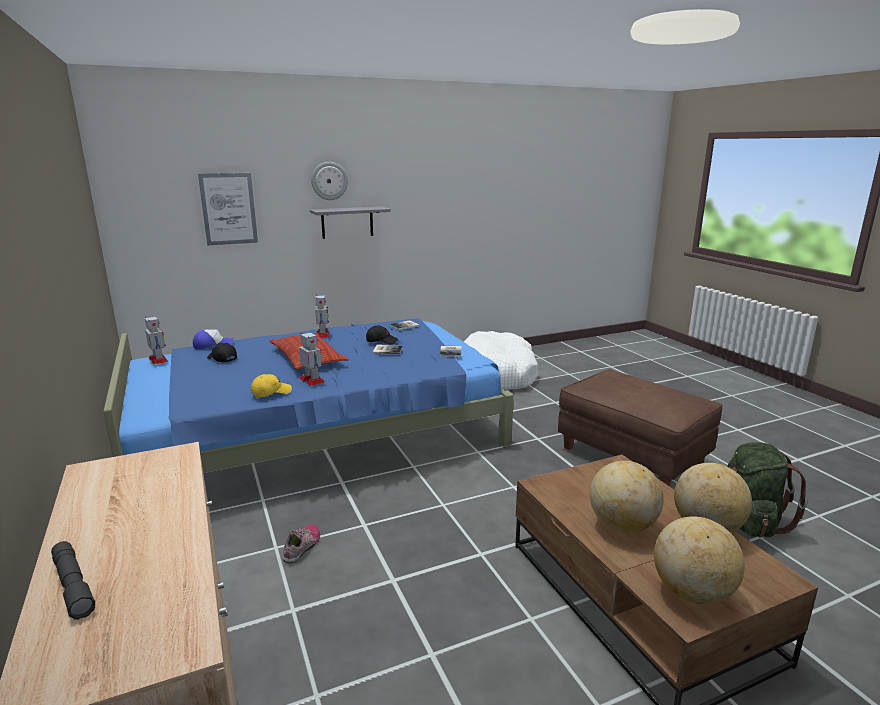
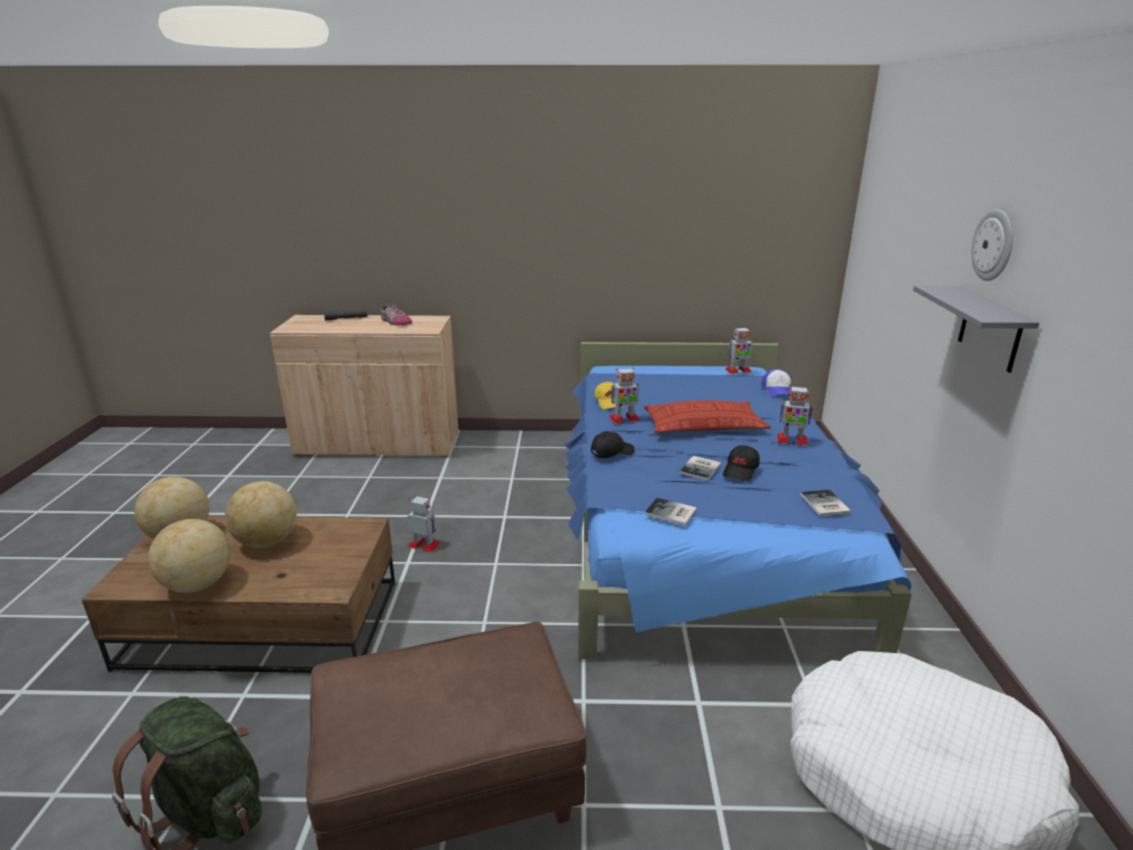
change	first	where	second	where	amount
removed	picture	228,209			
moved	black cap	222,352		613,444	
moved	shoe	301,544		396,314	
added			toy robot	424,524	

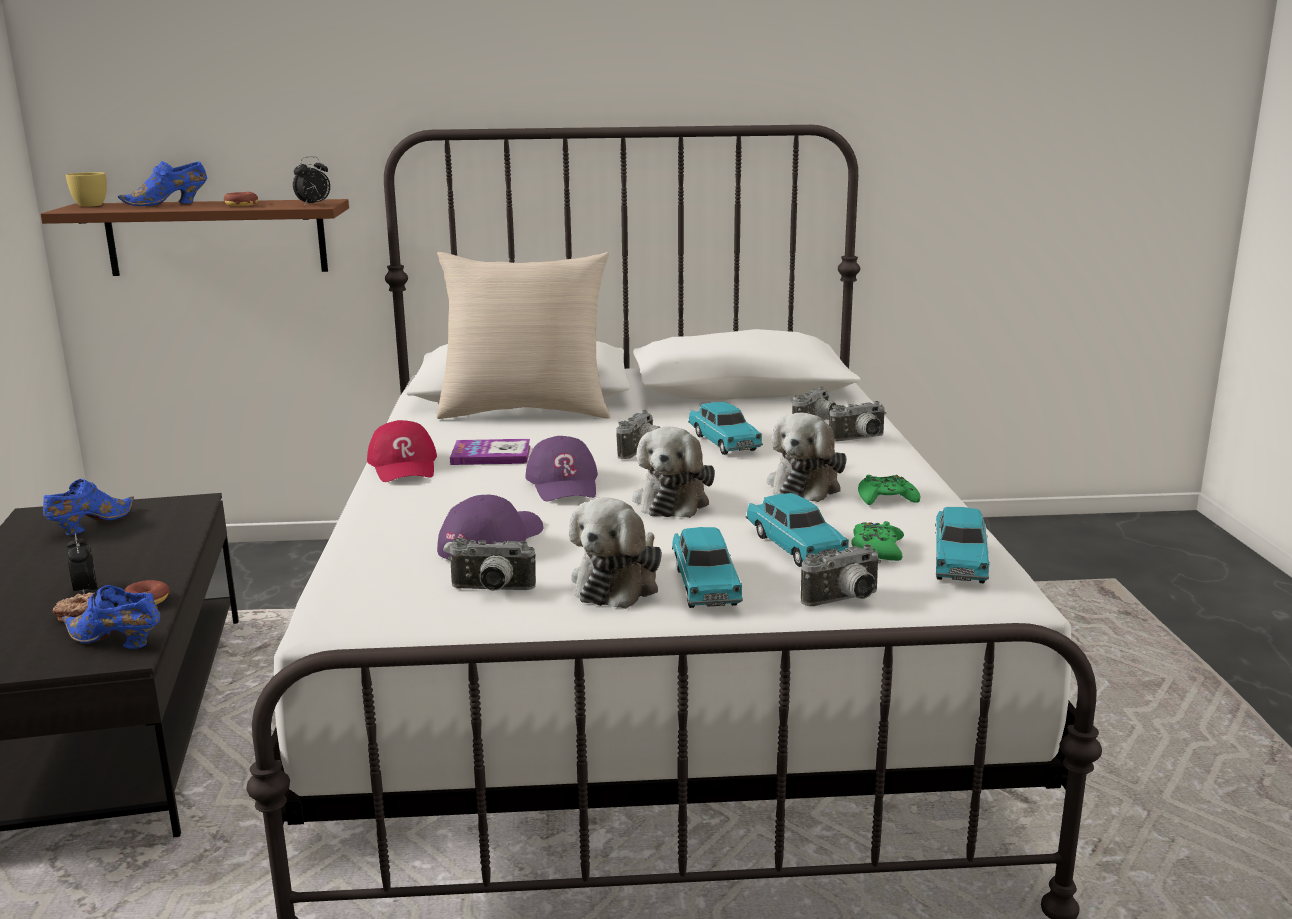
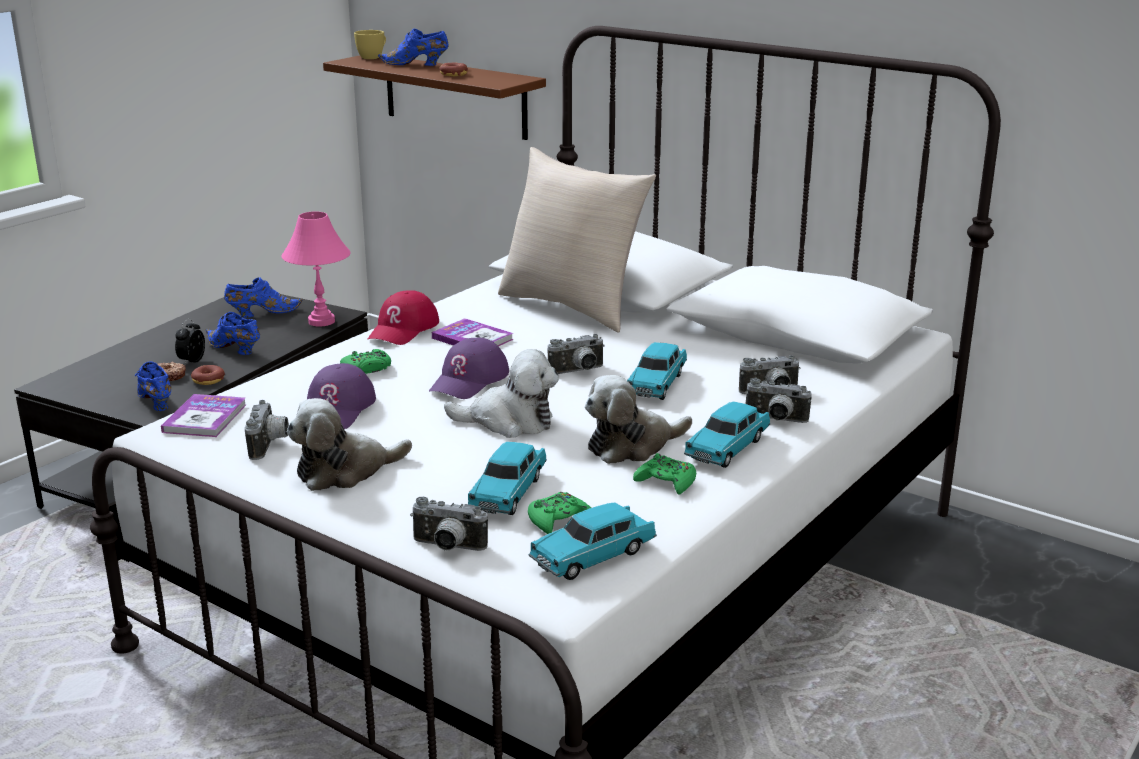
change	first	where	second	where	amount
removed	alarm clock	311,181			
turned	purple cap	490,527		341,396	120 degrees clockwise
turned	photo camera	492,564		267,430	135 degrees counterclockwise
turned	plush toy	673,472		501,393	135 degrees counterclockwise
moved	turquoise toy car	707,567		727,434	
added			book	203,415	
added			blue shoe	233,333	
added			pink table lamp	315,269	
added			green game controller	365,361	

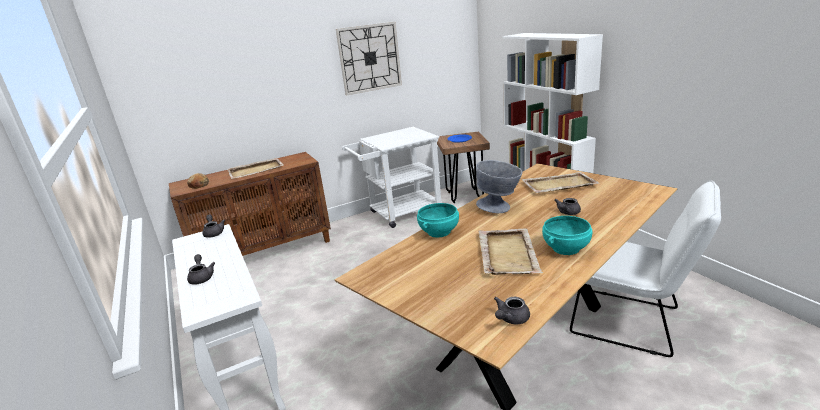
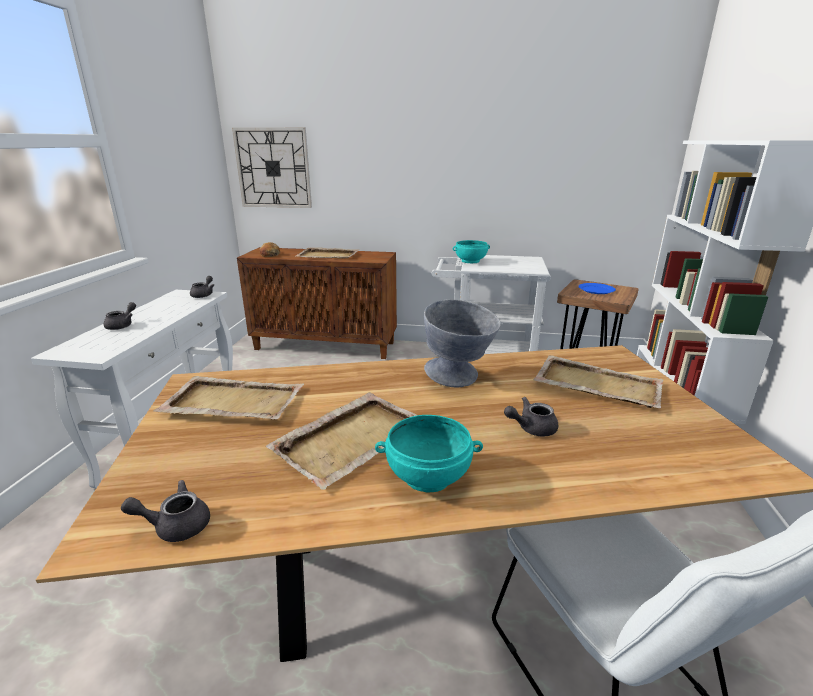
change	first	where	second	where	amount
moved	wall clock	369,59		272,168	
moved	turquoise bowl	438,220		471,251	
added			beige tray	228,397	

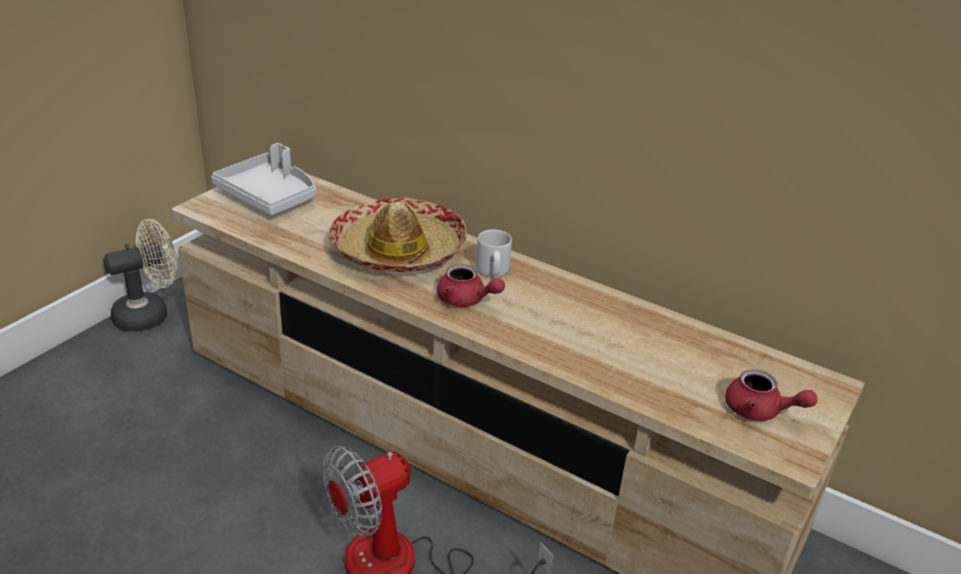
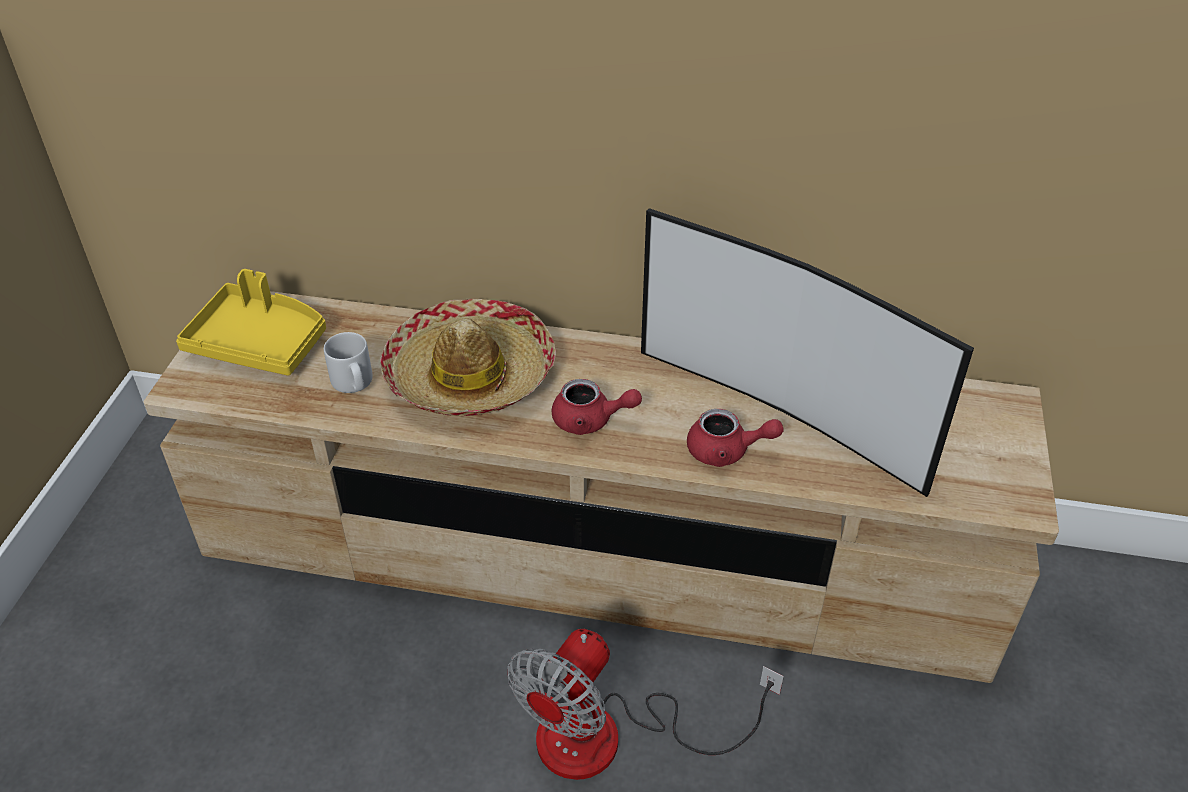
change	first	where	second	where	amount
removed	beige fan	140,275			
recoloured	grey tray	263,179	yellow tray	251,322	
moved	grey mug	494,254		348,362	
moved	red teapot	771,395		735,438	
added			television	807,352	

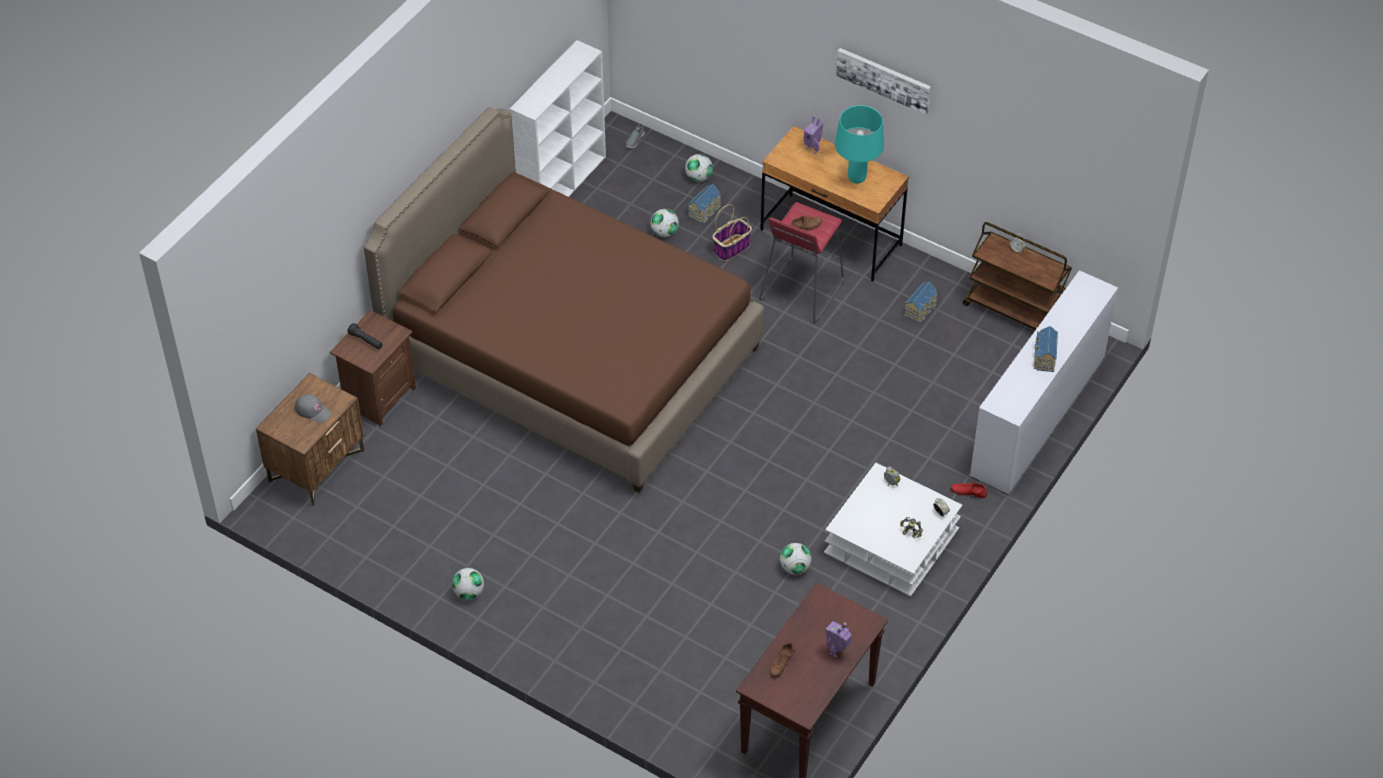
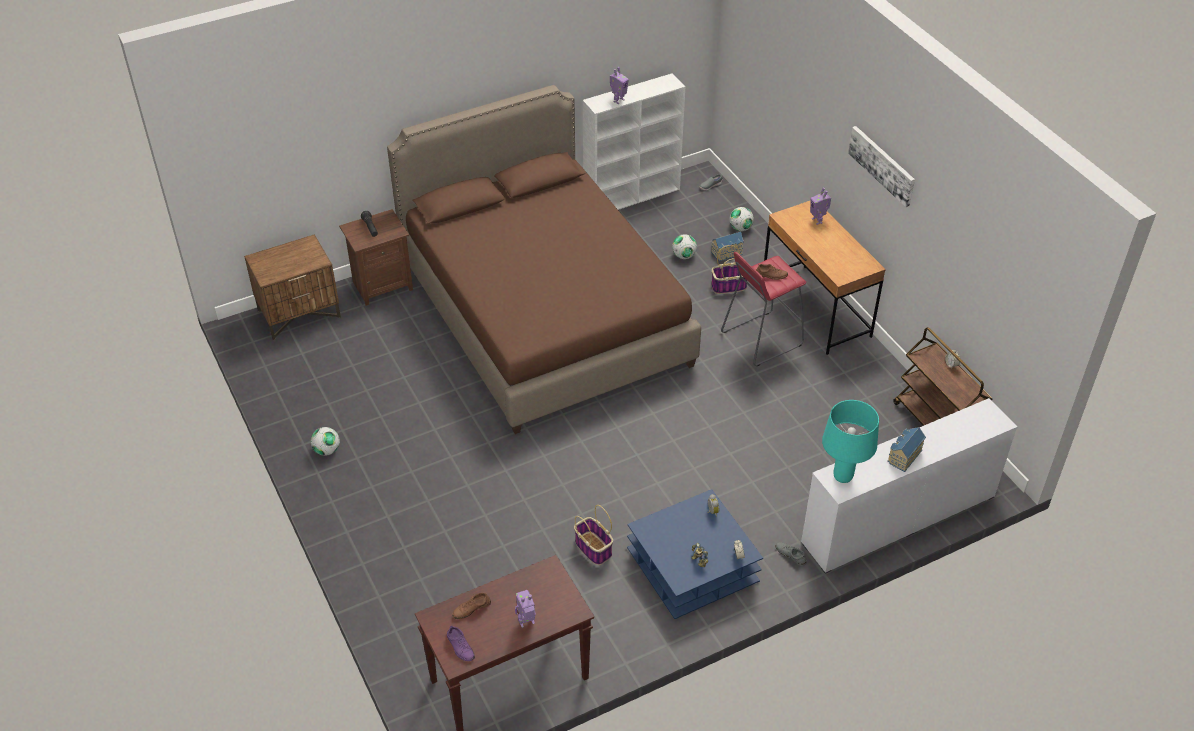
change	first	where	second	where	amount
removed	grey cap	313,408			
replaced	football	795,558	basket	593,535	
recoloured	white coffee table	893,530	blue coffee table	695,554	
moved	turquoise table lamp	859,144		850,441	
removed	toy house	921,302			
recoloured	red shoe	969,490	grey shoe	791,554	
added			purple shoe	461,643	
added			toy robot	619,85	

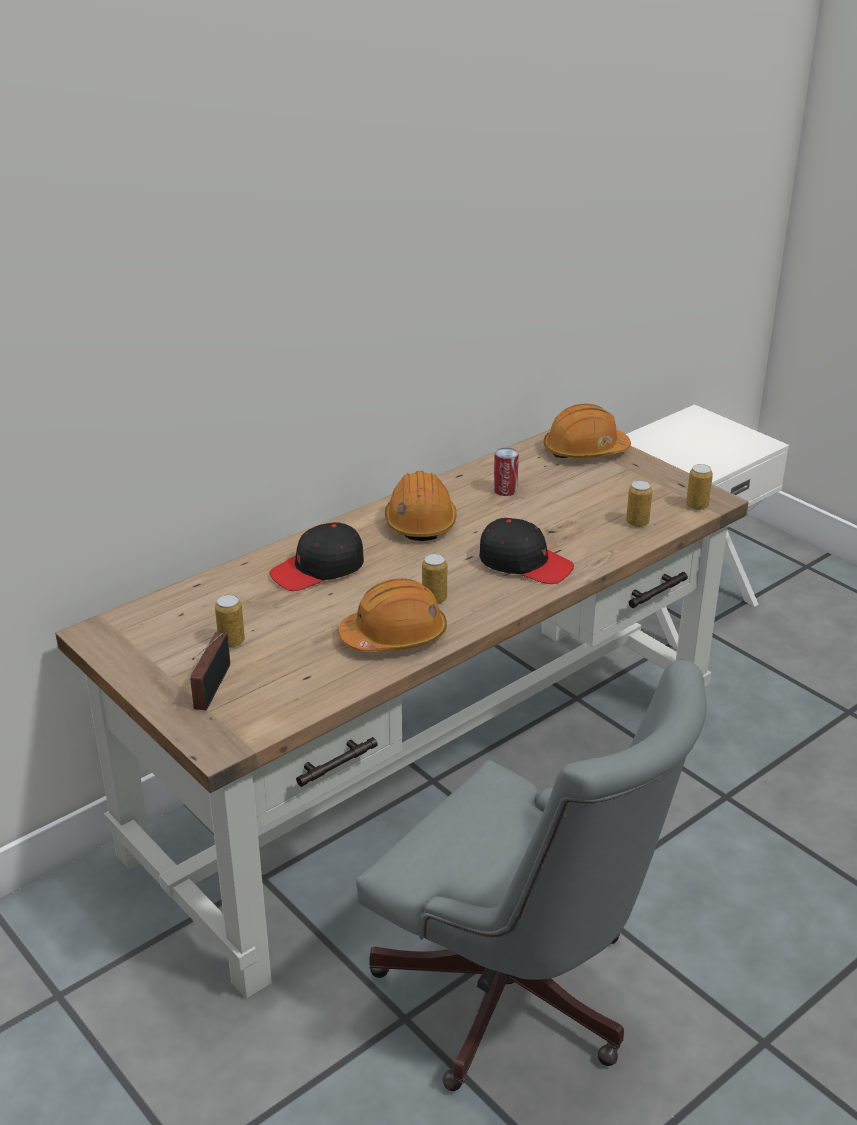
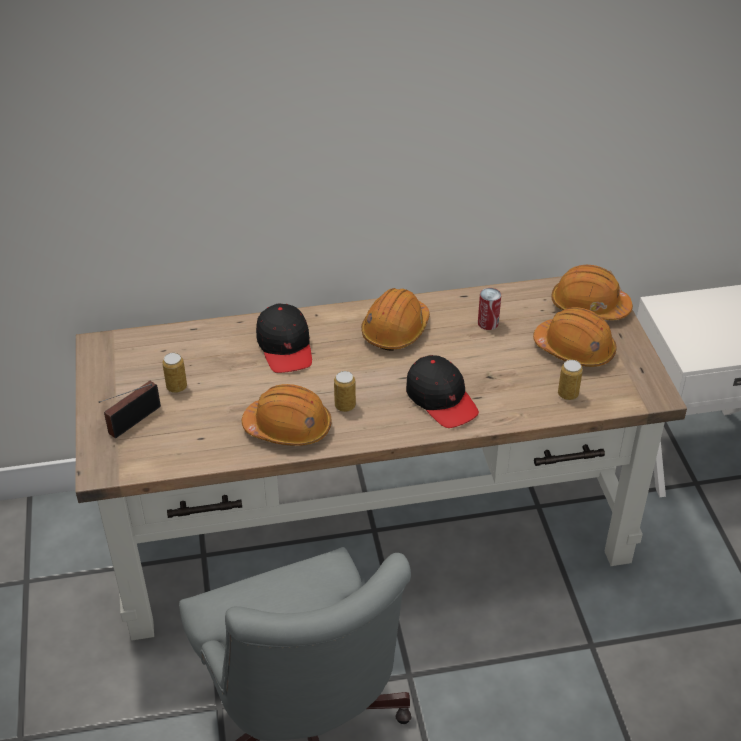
change	first	where	second	where	amount
turned	black cap	316,556		284,338	105 degrees counterclockwise
removed	can	699,487			
added			orange hard hat	575,337	

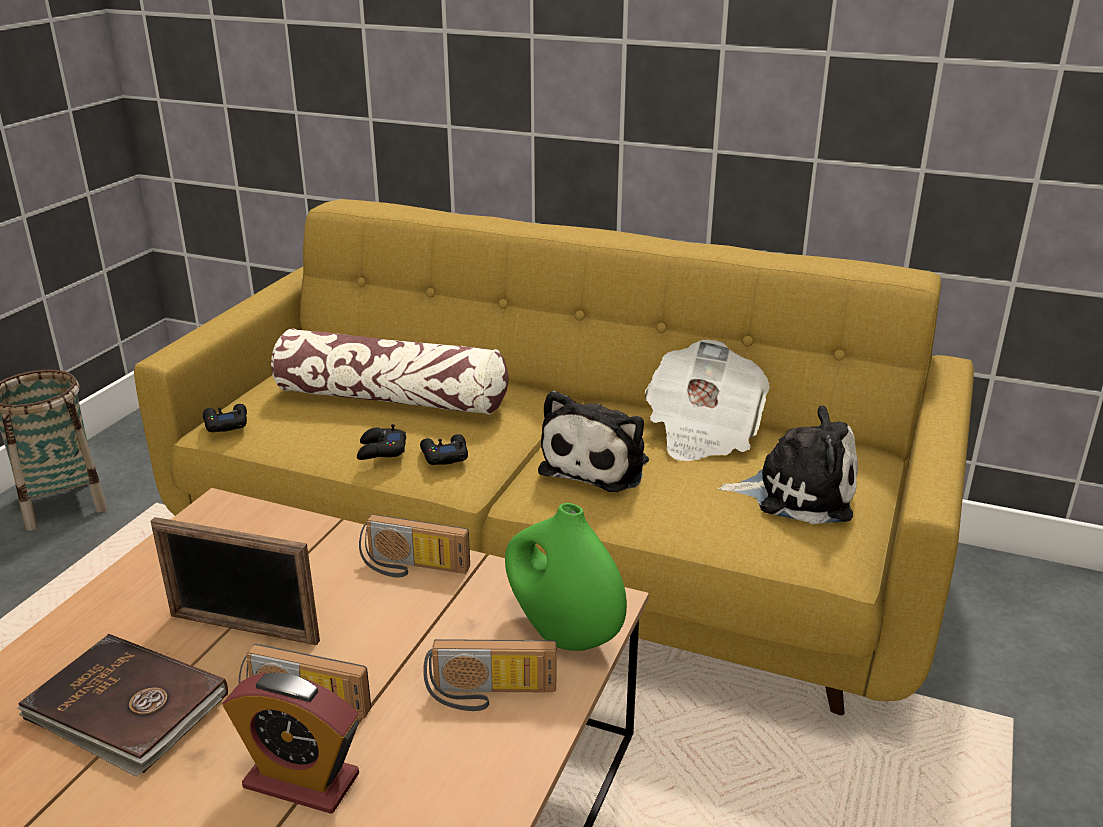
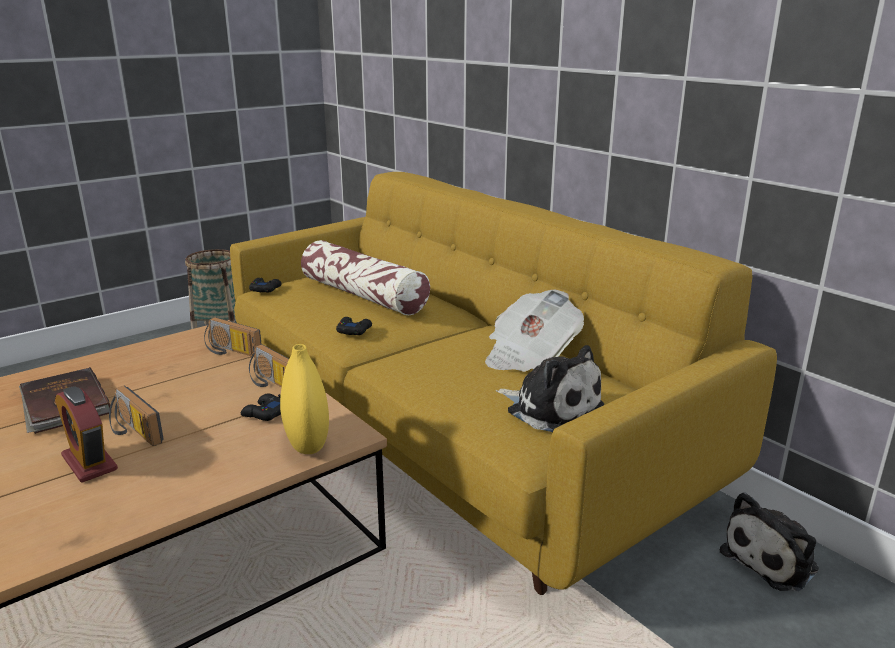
change	first	where	second	where	amount
removed	picture frame	235,581			
moved	black game controller	381,442		261,407	
moved	radio	490,675		232,337	
recoloured	green vase	566,577	yellow vase	304,399	
moved	plush toy	593,441		769,541	

